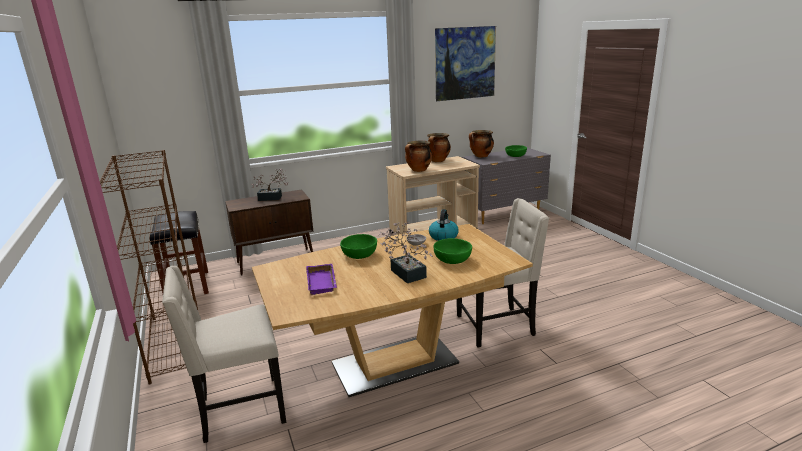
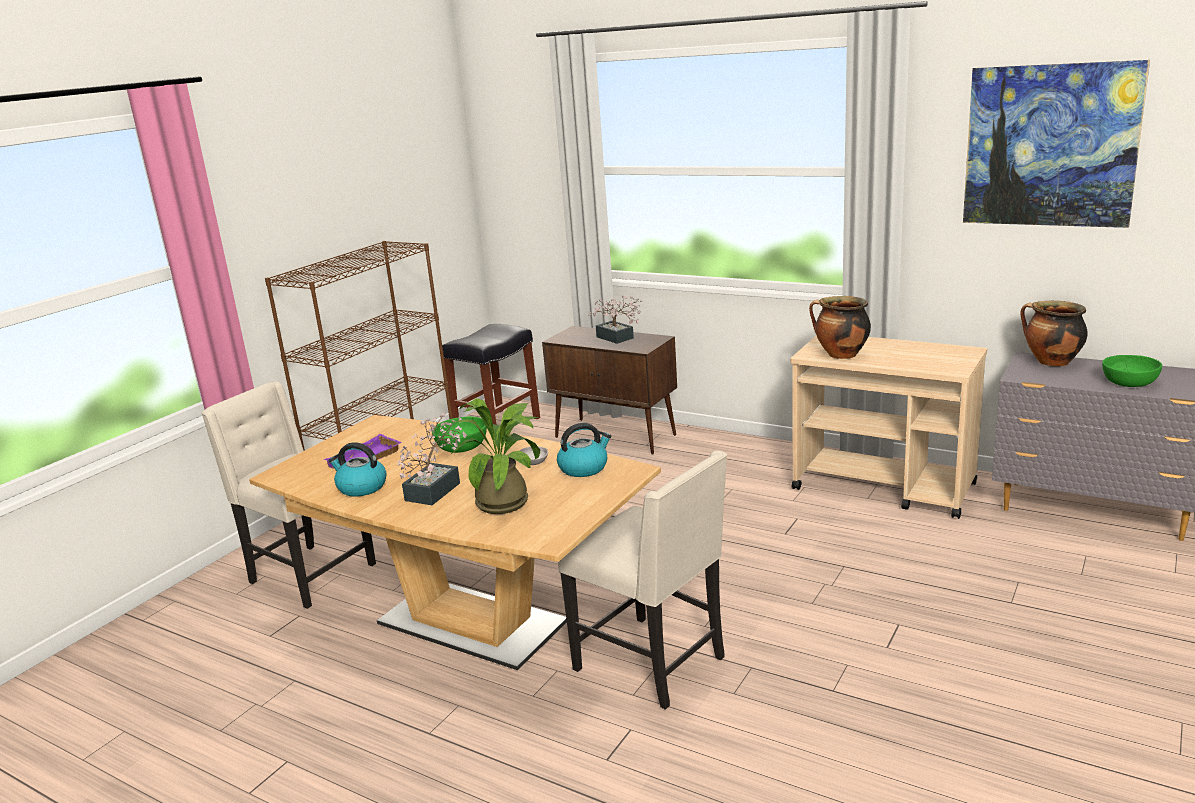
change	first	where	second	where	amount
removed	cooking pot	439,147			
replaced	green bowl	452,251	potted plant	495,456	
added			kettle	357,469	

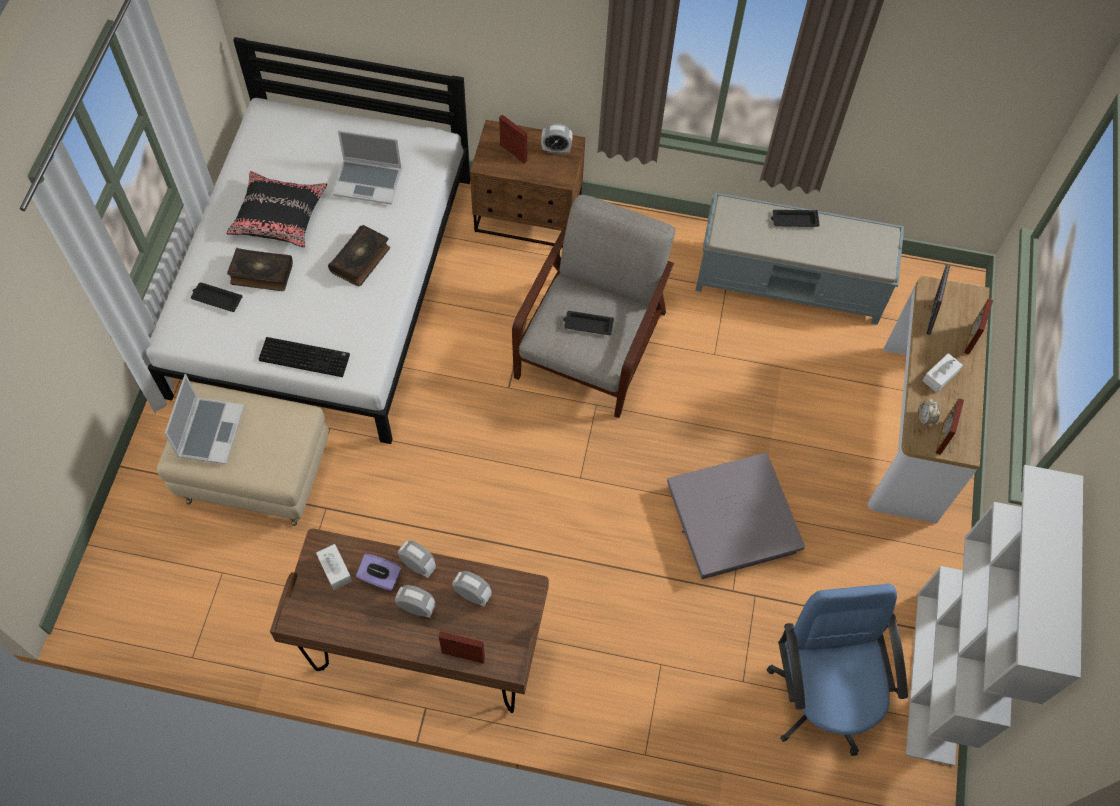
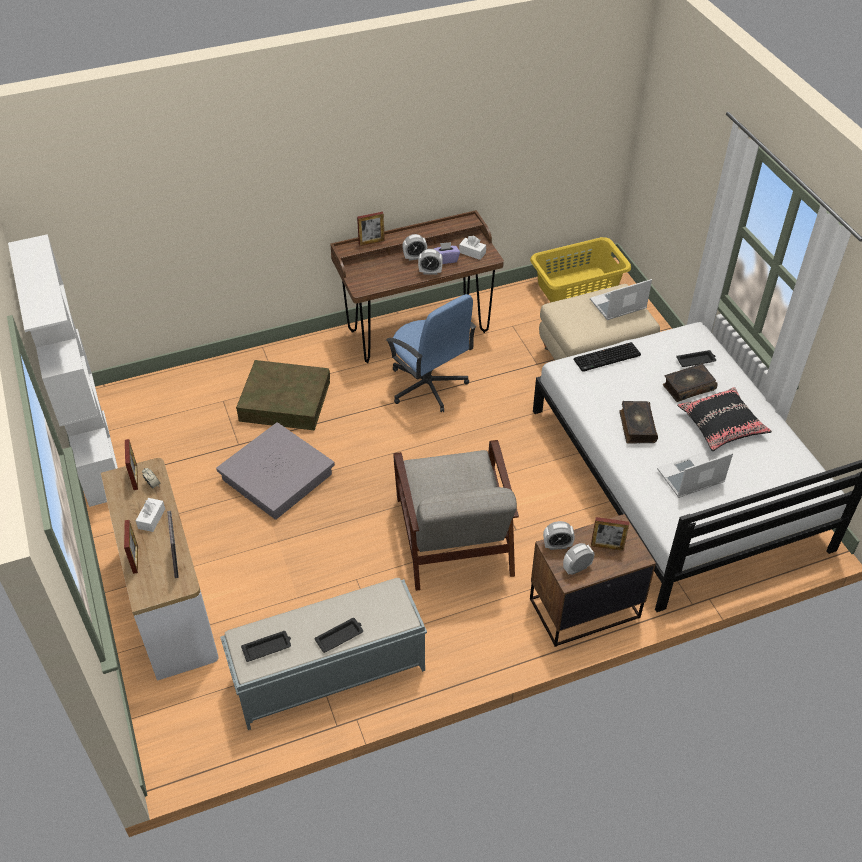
change	first	where	second	where	amount
turned	laptop	204,419		621,299	90 degrees clockwise
moved	alarm clock	472,588		559,535	
moved	black tray	588,323		266,646	
moved	blue office chair	837,670		431,353	
added			brown storage box	283,395	
added			yellow laundry basket	580,269	

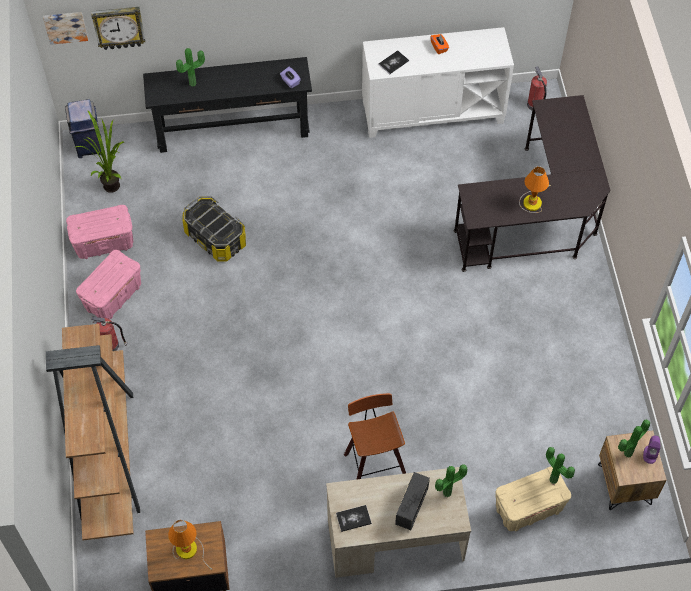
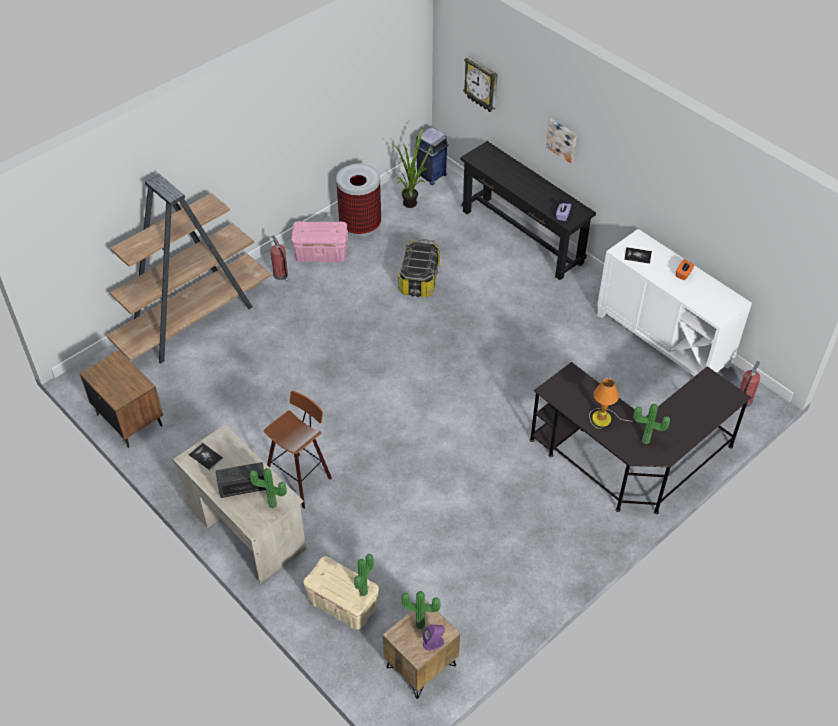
change	first	where	second	where	amount
moved	picture	65,28		561,141	
replaced	pink storage box	99,232	trash can	358,200	
removed	table lamp	190,545			
moved	potted plant	190,67		651,424	

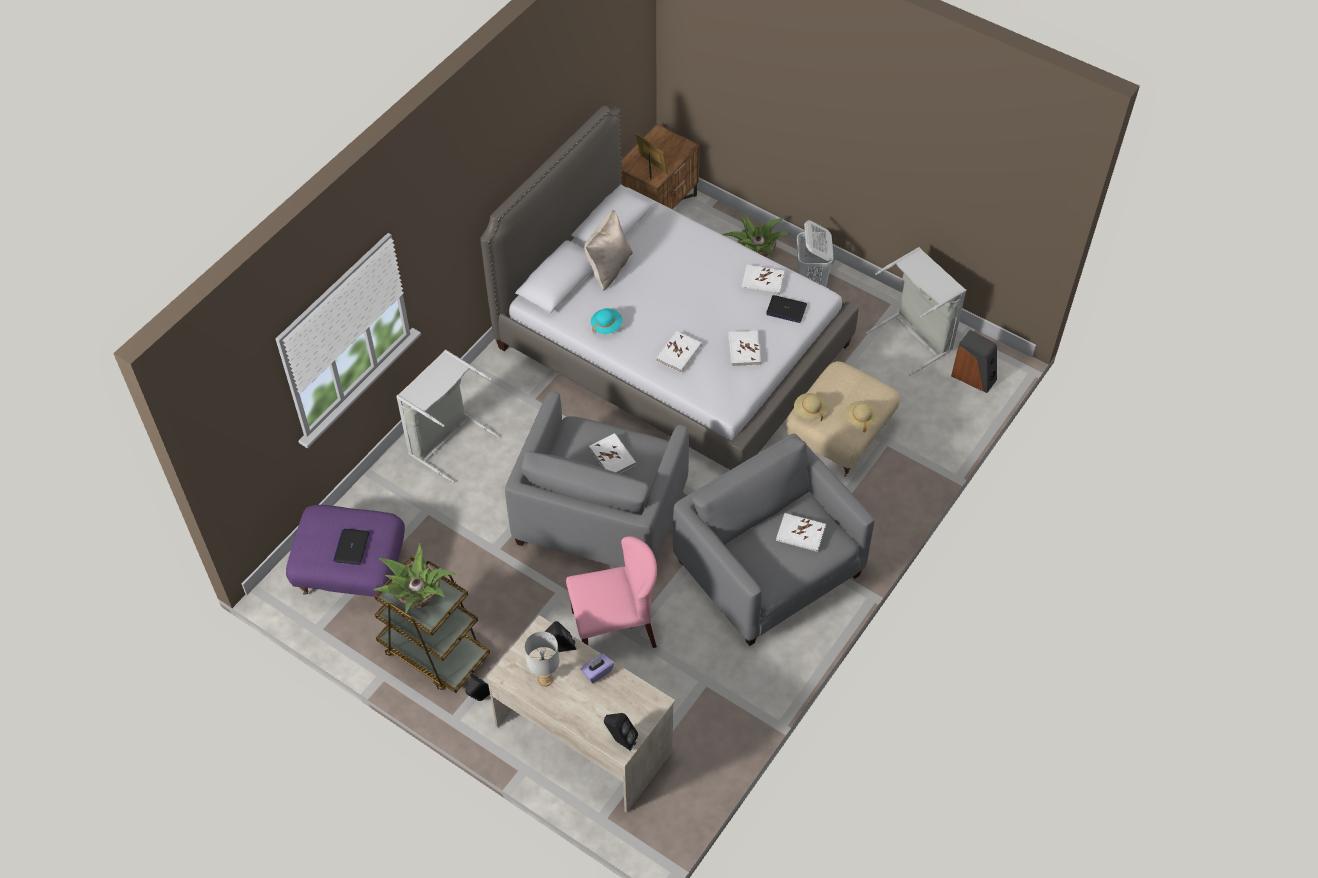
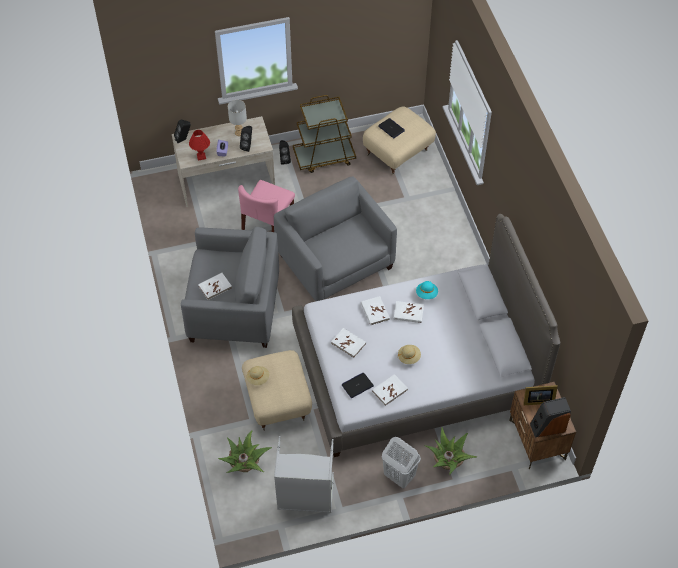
change	first	where	second	where	amount
recoloured	purple ottoman	345,551	beige ottoman	399,141	
moved	potted plant	415,578		245,451	
removed	grey laundry basket	447,416			
removed	beige pillow	608,250			
moved	white book	612,453		409,312	
moved	beige hat	810,407		409,354	
moved	speaker	974,361		550,417	
added			red table lamp	199,145	

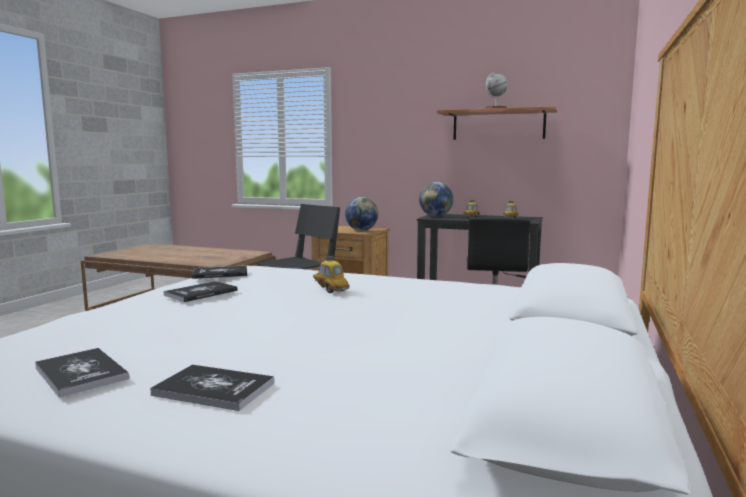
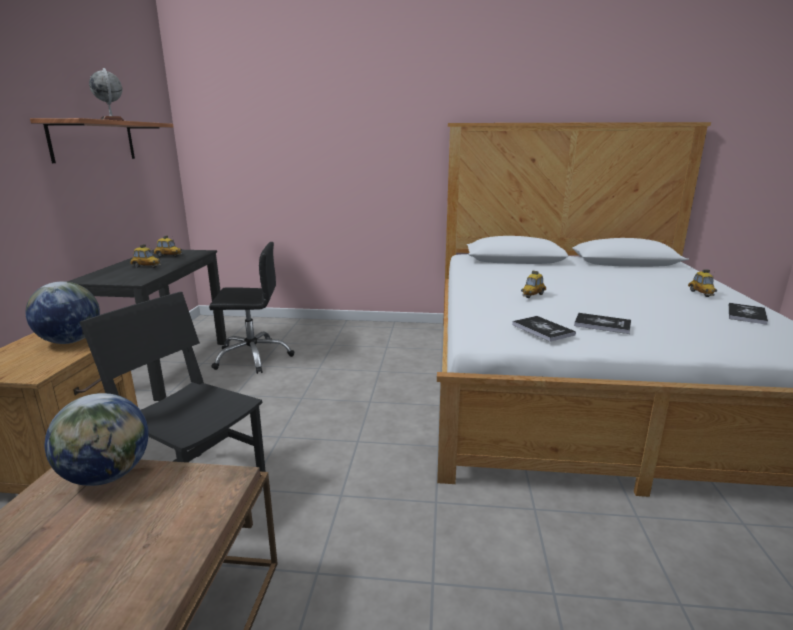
change	first	where	second	where	amount
replaced	book	212,388	toy car	702,283	
moved	globe	436,199		97,439	

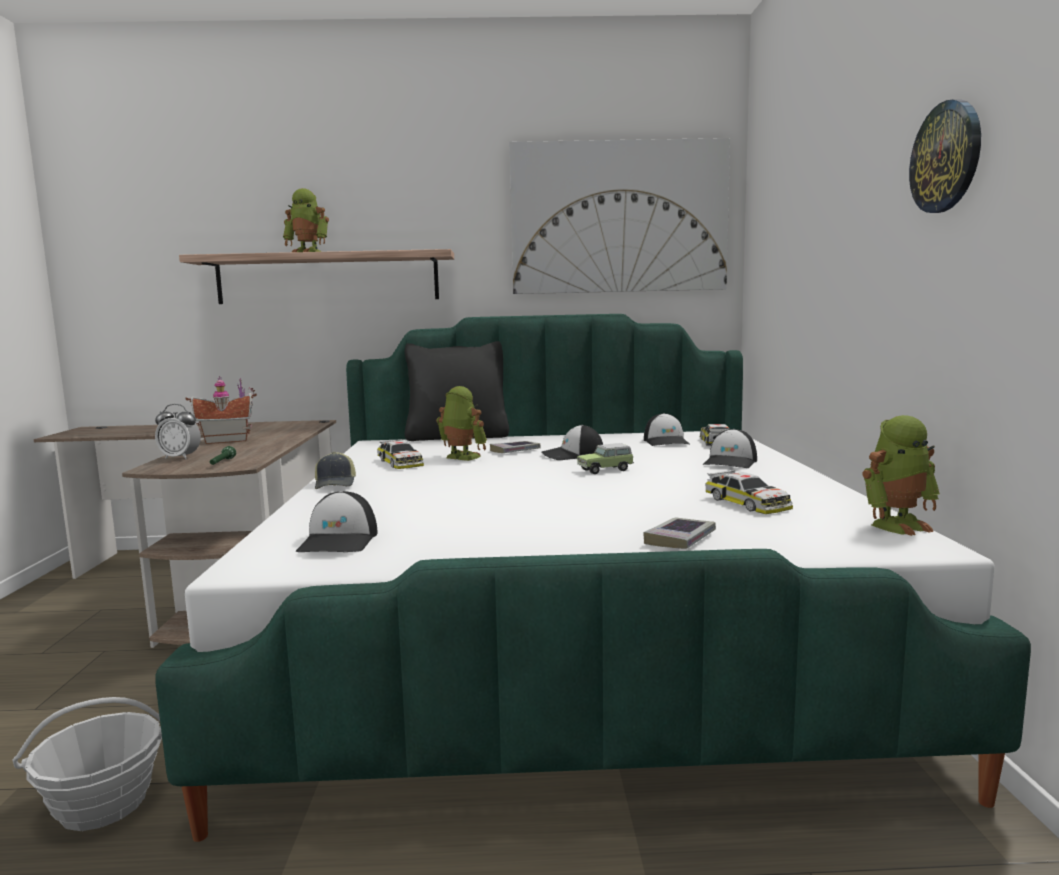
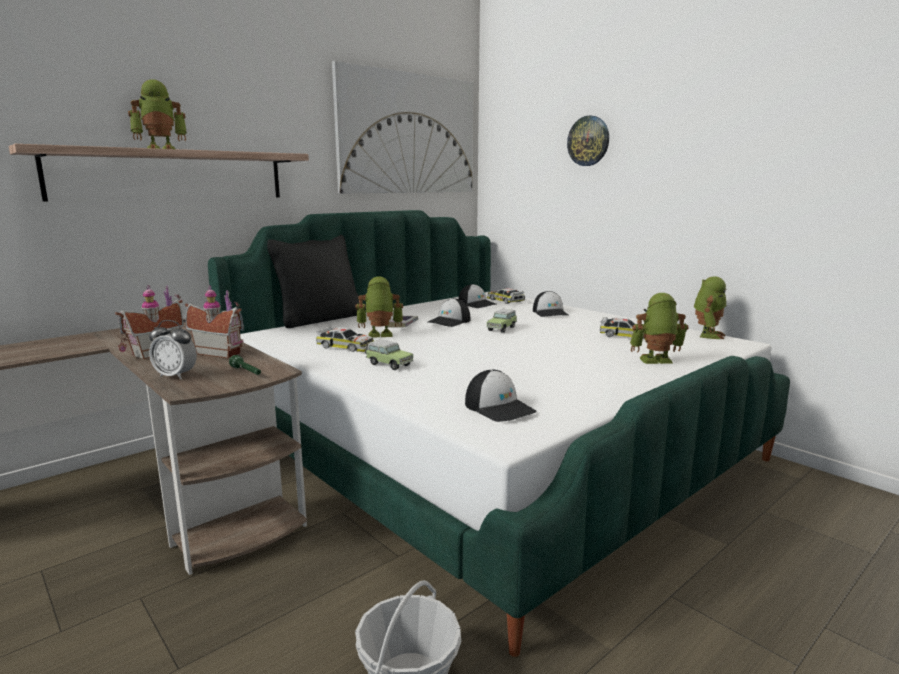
change	first	where	second	where	amount
turned	alarm clock	178,431		173,349	45 degrees clockwise
removed	cap	335,470			
replaced	book	679,533	toy robot	659,328	
moved	wall clock	945,156		588,140	
added			toy house	214,321	
added			toy car	389,354	

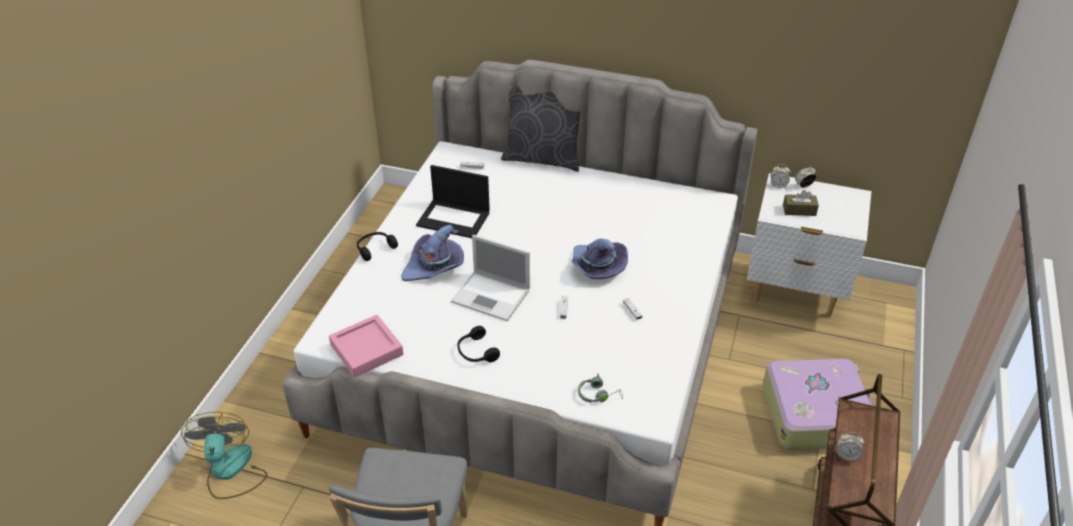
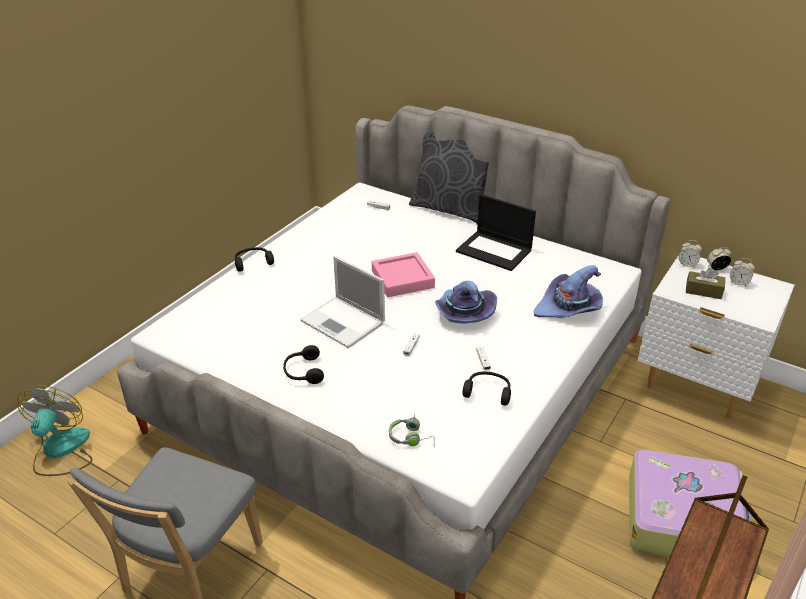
change	first	where	second	where	amount
moved	pink tray	366,346		403,274	
moved	purple hat	432,253		568,291	
moved	laptop	453,201		496,232	
moved	alarm clock	850,446		742,272	
added			black headphones	486,388	

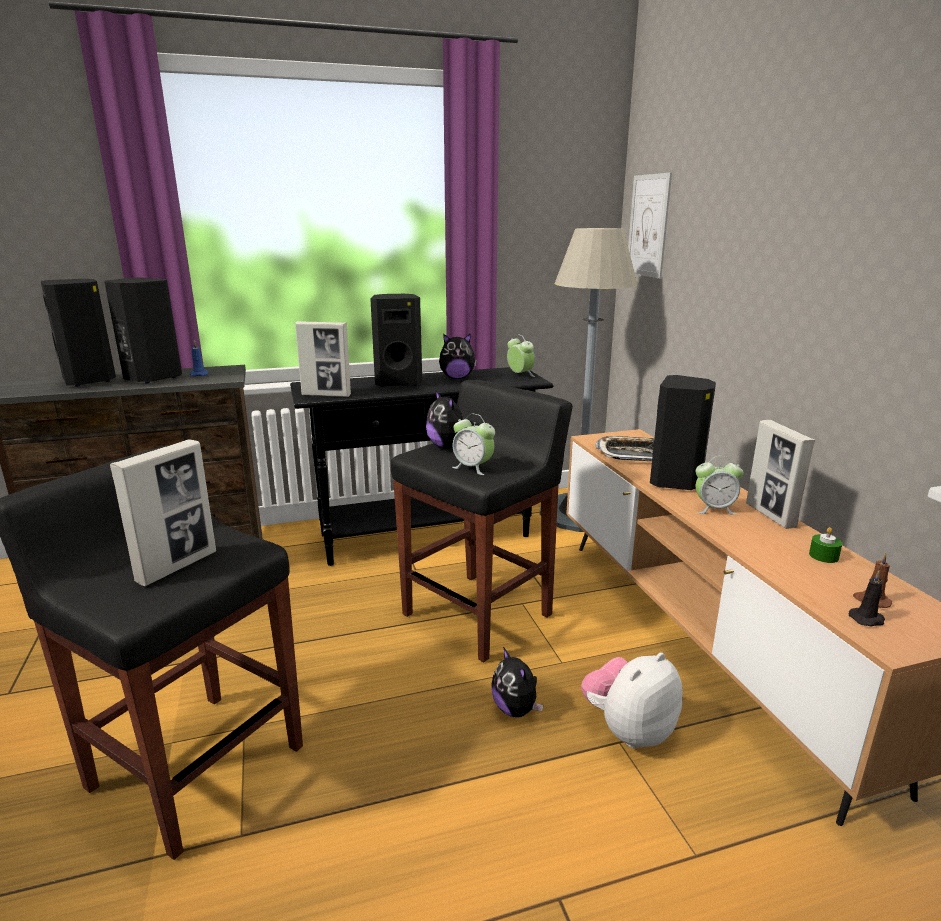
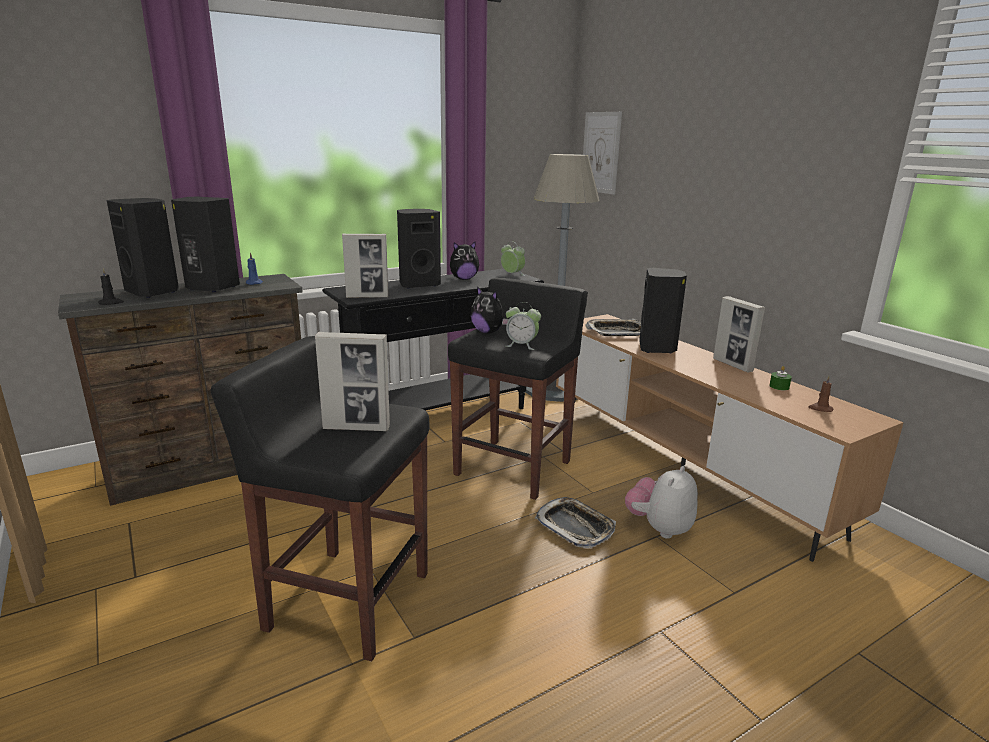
change	first	where	second	where	amount
turned	picture frame	163,513		352,381	75 degrees clockwise
replaced	plush toy	517,682	tray	575,522	
removed	alarm clock	720,485			
moved	black candle	867,598		111,286	

